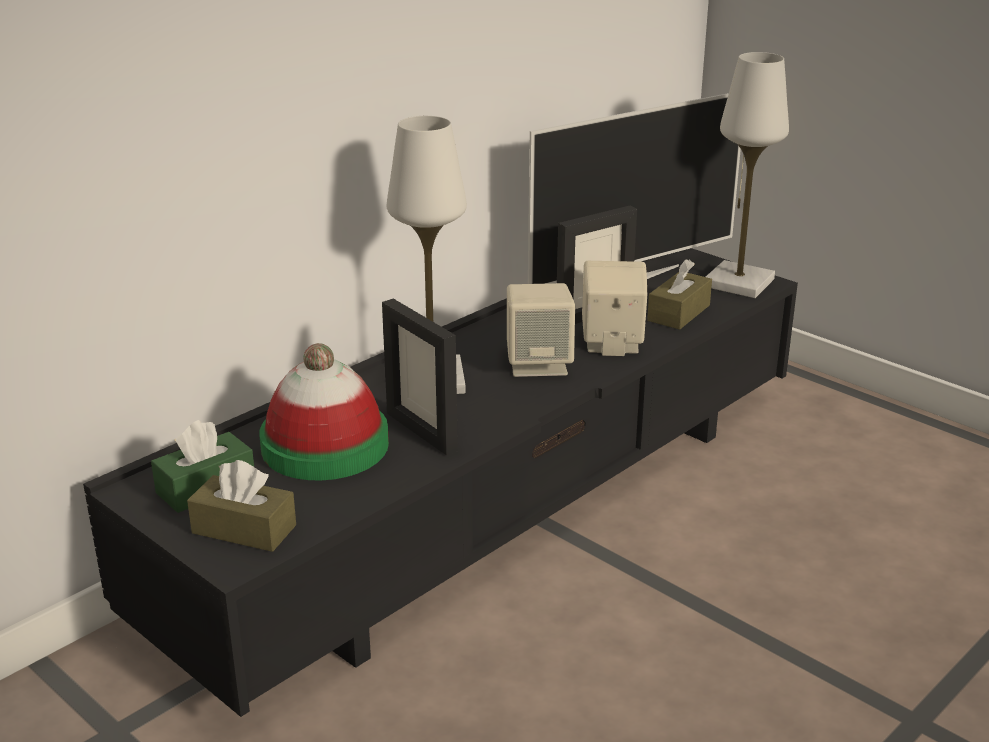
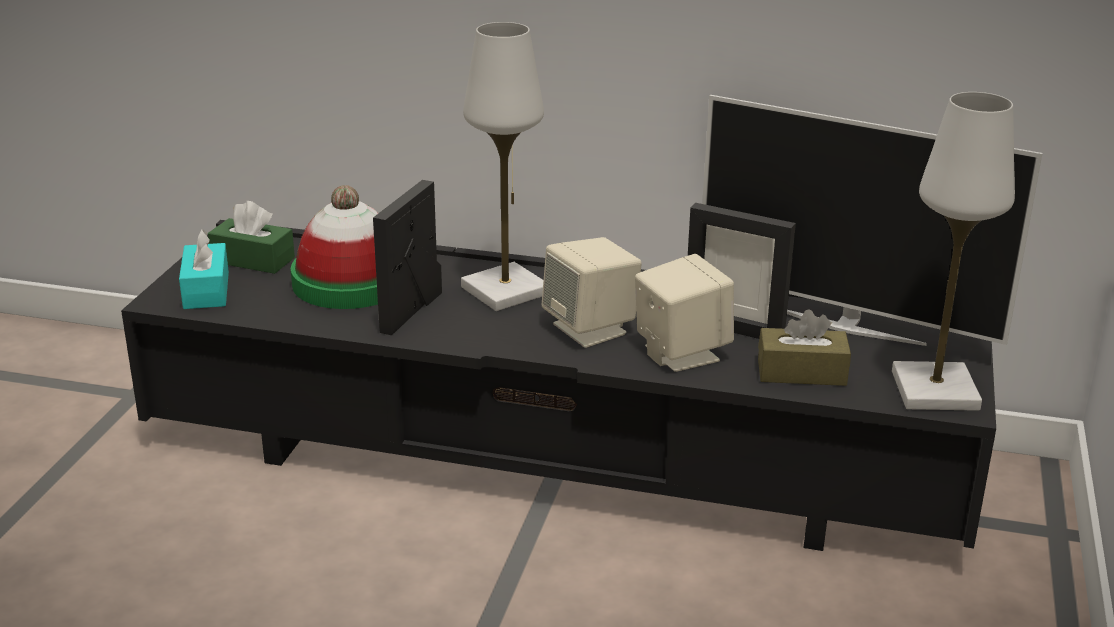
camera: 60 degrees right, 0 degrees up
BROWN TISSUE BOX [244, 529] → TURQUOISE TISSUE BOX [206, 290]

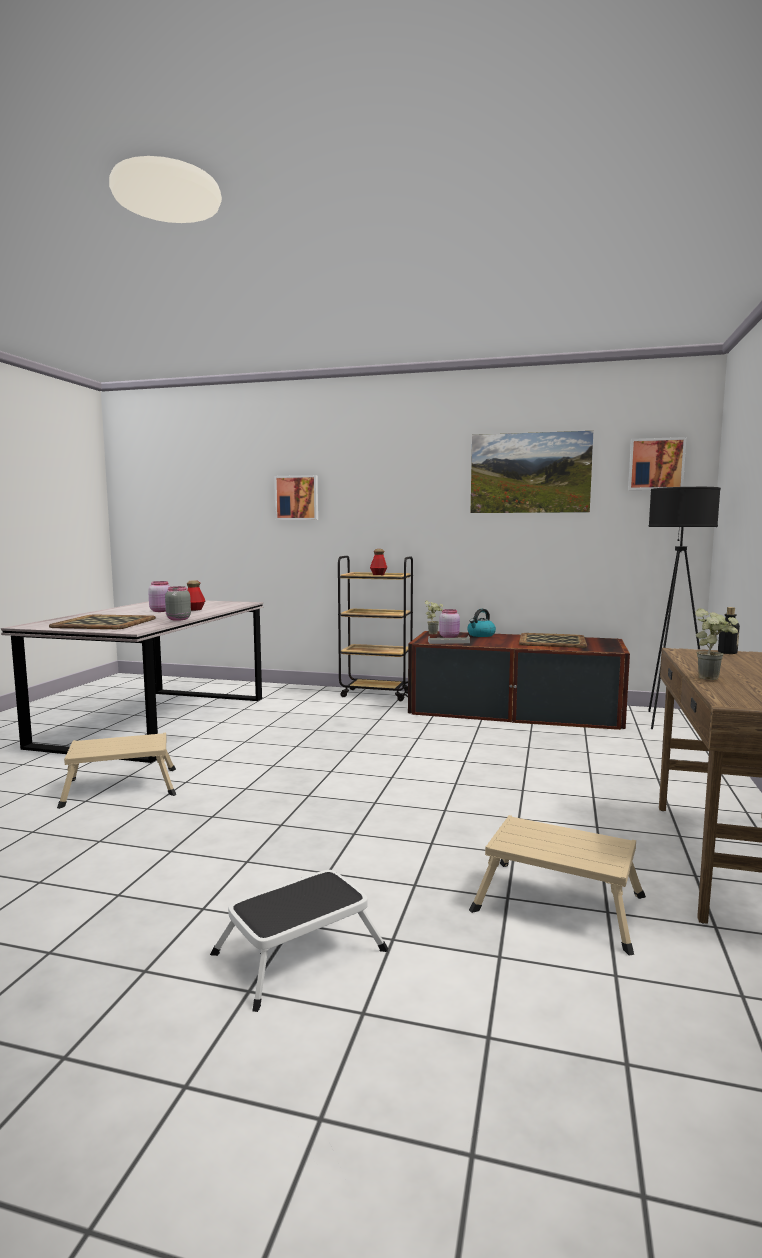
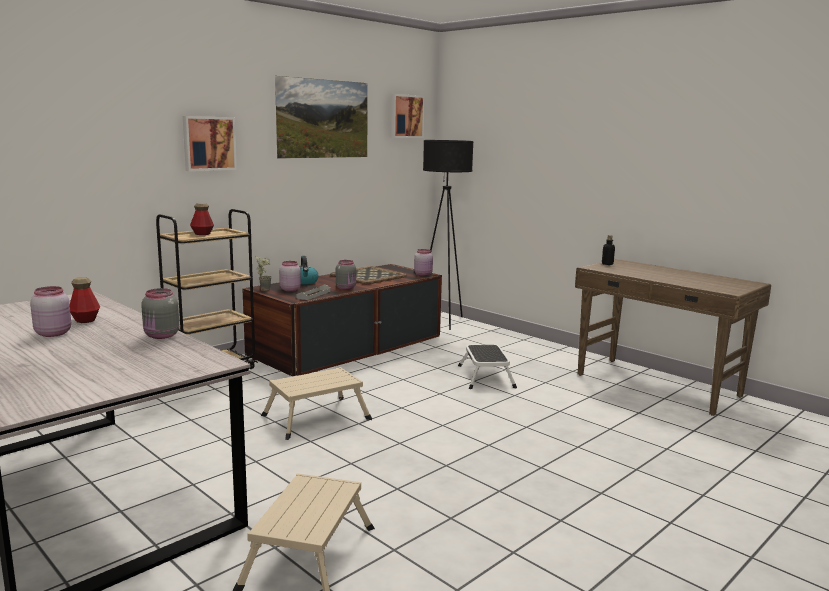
camera: 60 degrees left, 5 degrees up
TRAY [104, 623] → -
BLACK STEP LADDER [299, 951] → BLACK STEP LADDER [485, 376], moved
PICTURE [297, 498] → PICTURE [209, 143], moved
BEIGE STEP LADDER [560, 904] → BEIGE STEP LADDER [317, 417], moved
POTTED PLANT [712, 678] → -
- → GREY JAR [346, 288]
- → PINK JAR [423, 274]

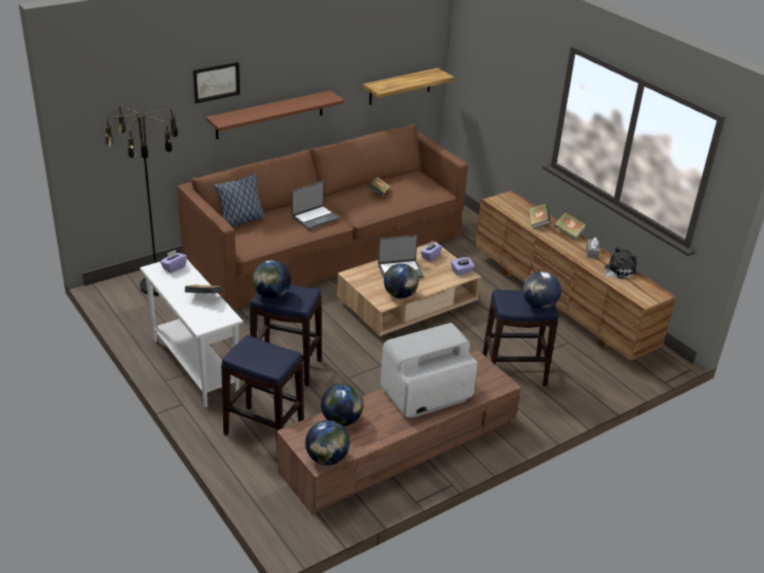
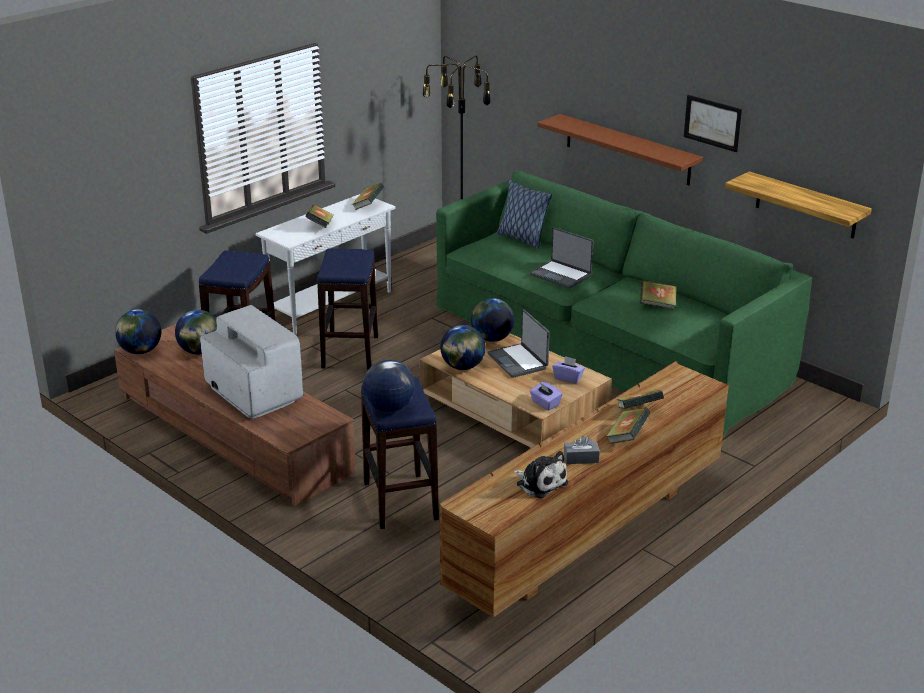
camera: 80 degrees right, 5 degrees down
PURPLE TISSUE BOX [174, 267] → BOOK [368, 206]
BROWN SOFA [326, 248] → GREEN SOFA [607, 342]
PICTURE [216, 82] → PICTURE [712, 123], moved
GLOBE [271, 295] → GLOBE [491, 338], moved

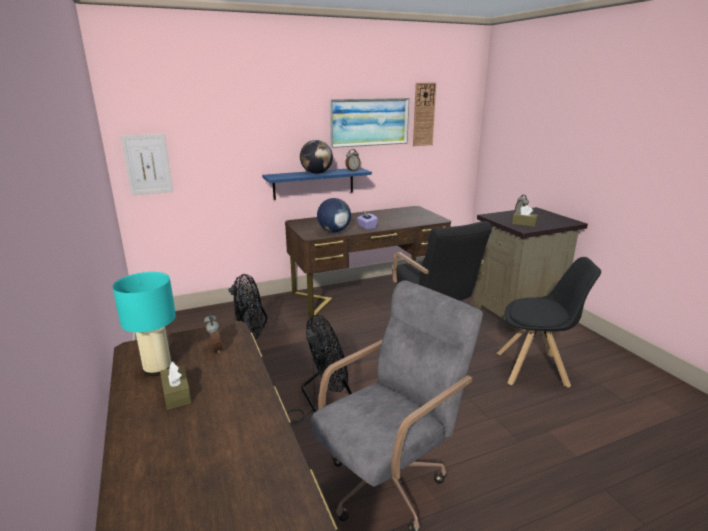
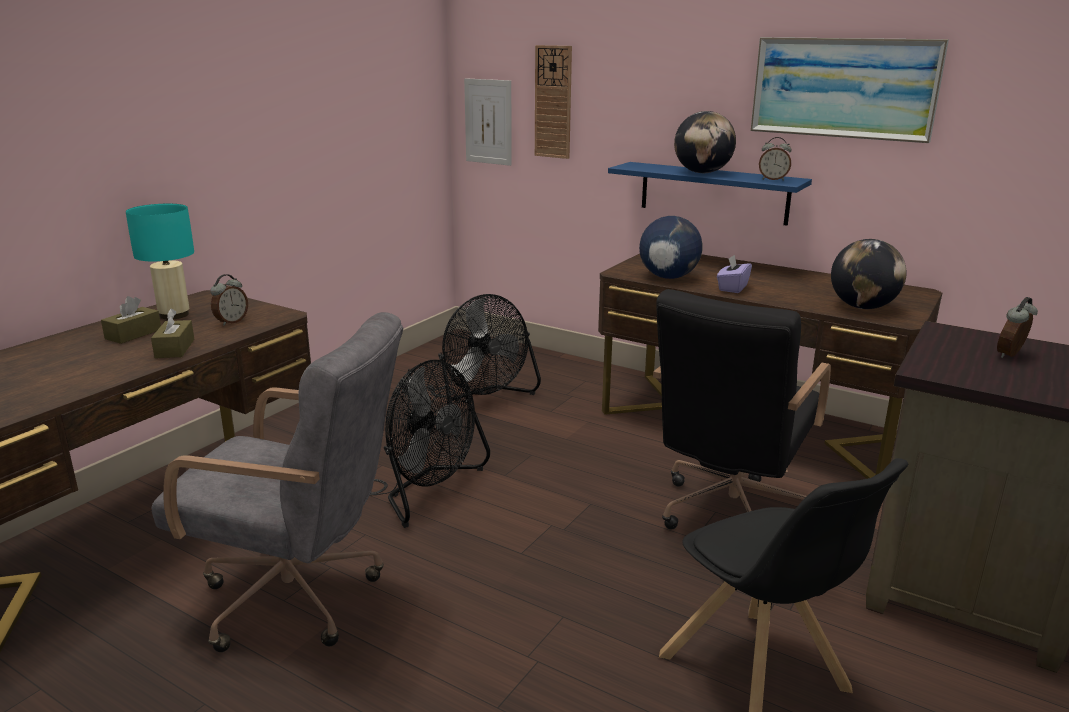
camera: 55 degrees right, 0 degrees up
WALL CLOCK [423, 114] → WALL CLOCK [553, 102], moved
BROWN TISSUE BOX [524, 224] → BROWN TISSUE BOX [175, 348], moved
- → GLOBE [862, 307]

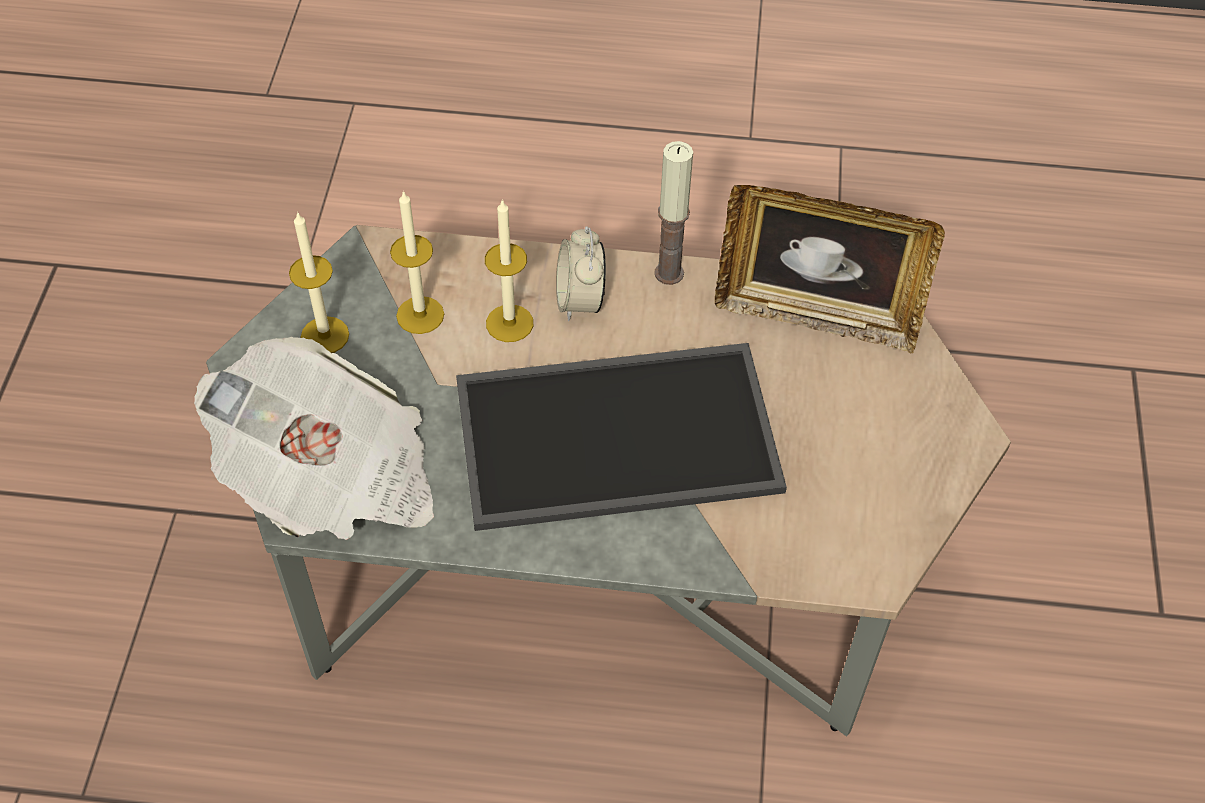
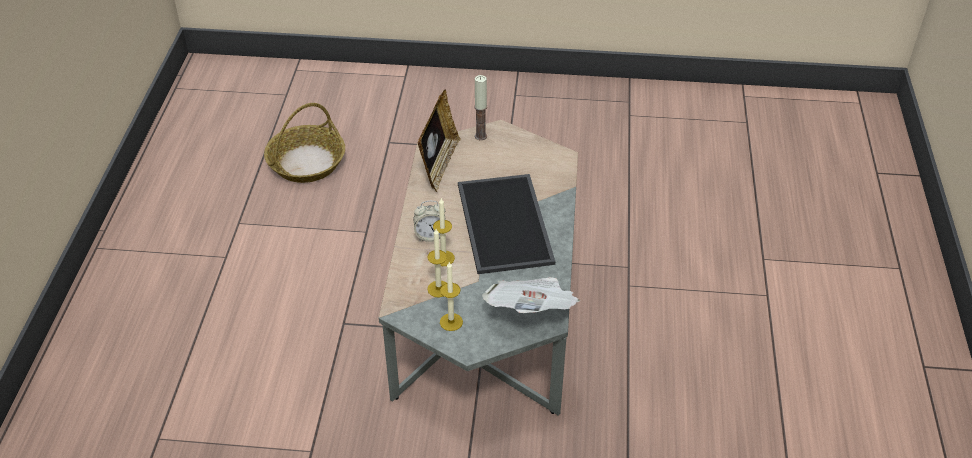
camera: 90 degrees left, 10 degrees down
CANDLE [669, 273] → CANDLE [480, 136], moved
- → BASKET [306, 162]

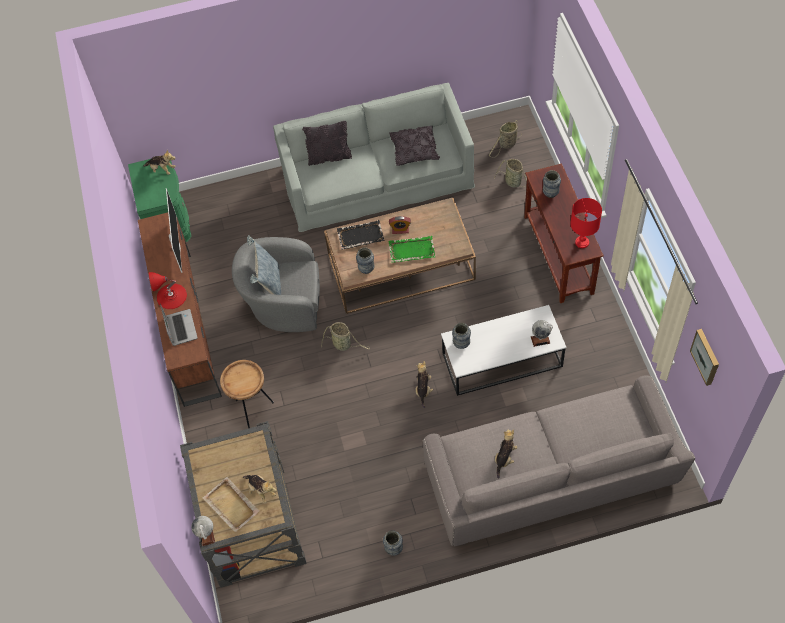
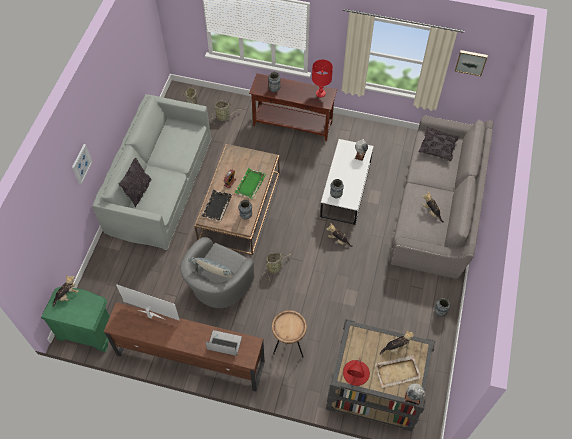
camera: 65 degrees left, 0 degrees up
RED TABLE LAMP [171, 296] → RED TABLE LAMP [356, 373], moved
BLACK PILLOW [414, 150] → BLACK PILLOW [437, 147], moved
- → PICTURE [81, 164]

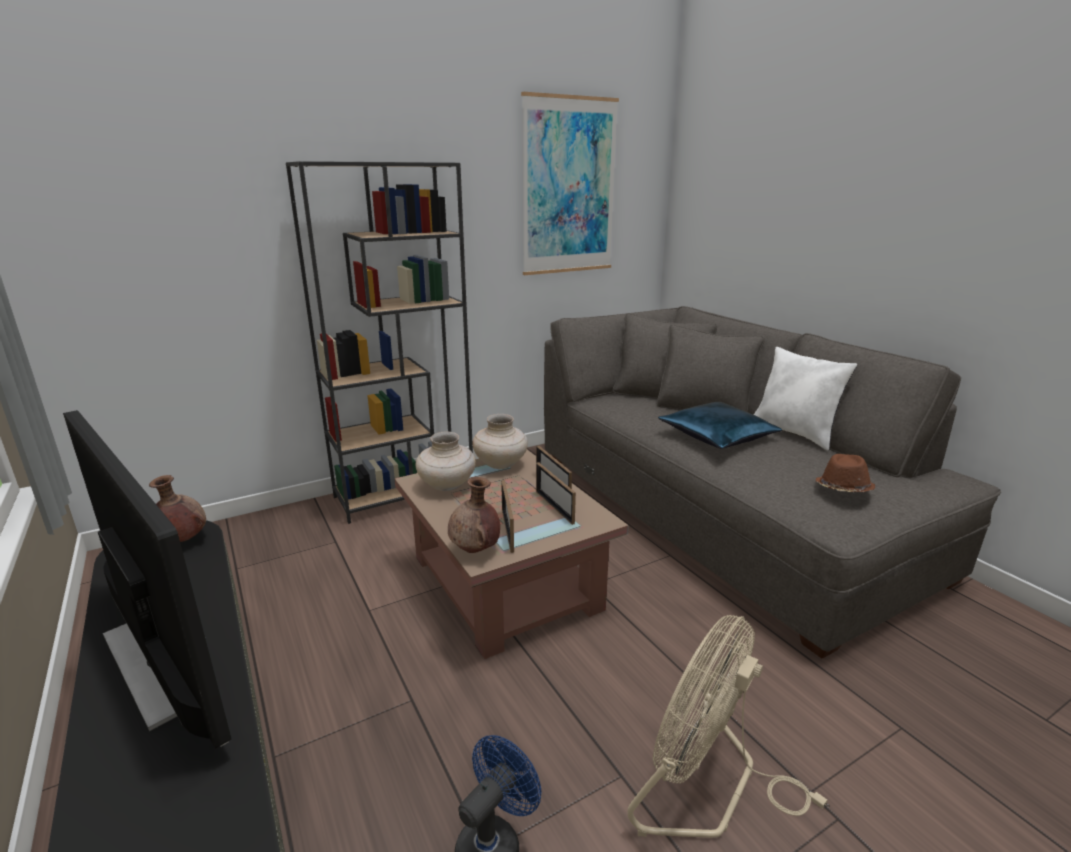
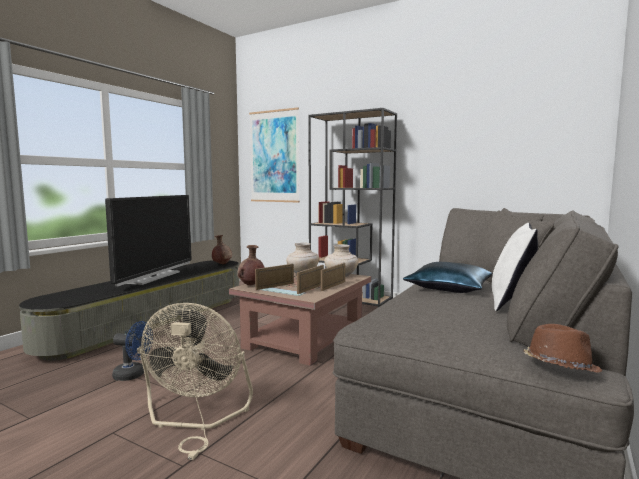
camera: 60 degrees right, 15 degrees down
PICTURE [569, 187] → PICTURE [274, 156], moved
BROWN HAT [843, 489] → BROWN HAT [559, 367], moved

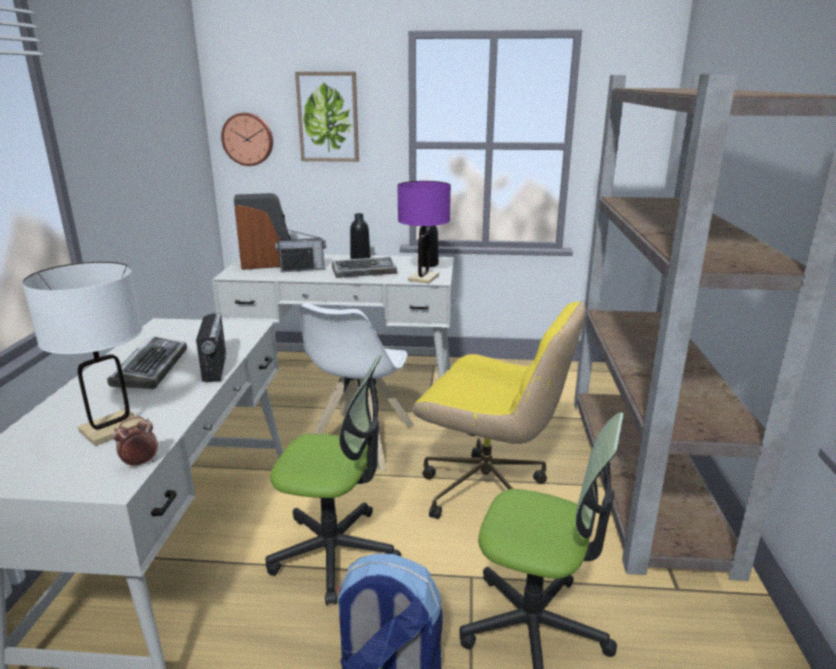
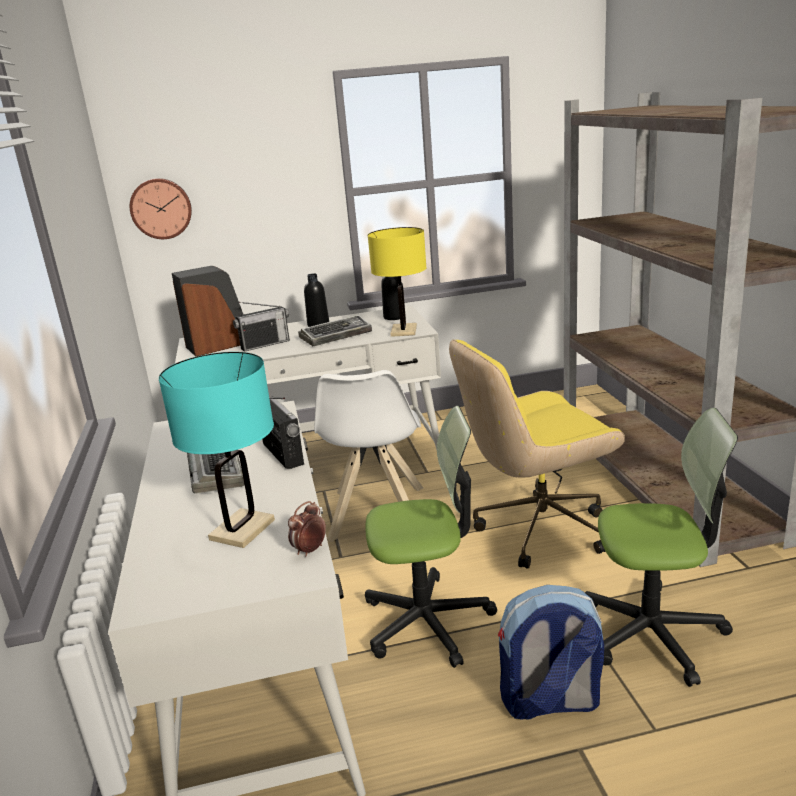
camera: 15 degrees left, 0 degrees up
WHITE TABLE LAMP [112, 428] → TURQUOISE TABLE LAMP [242, 529]
PICTURE [328, 117] → -
PURPLE TABLE LAMP [423, 278] → YELLOW TABLE LAMP [404, 331]
YELLOW OFFICE CHAIR [488, 494] → YELLOW OFFICE CHAIR [538, 532], 150 degrees clockwise

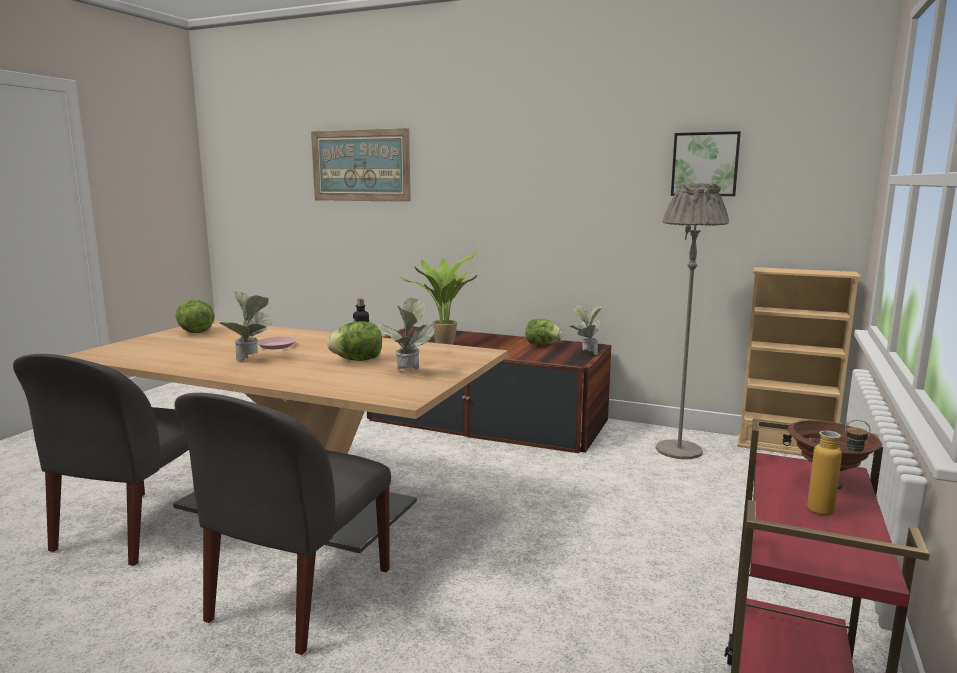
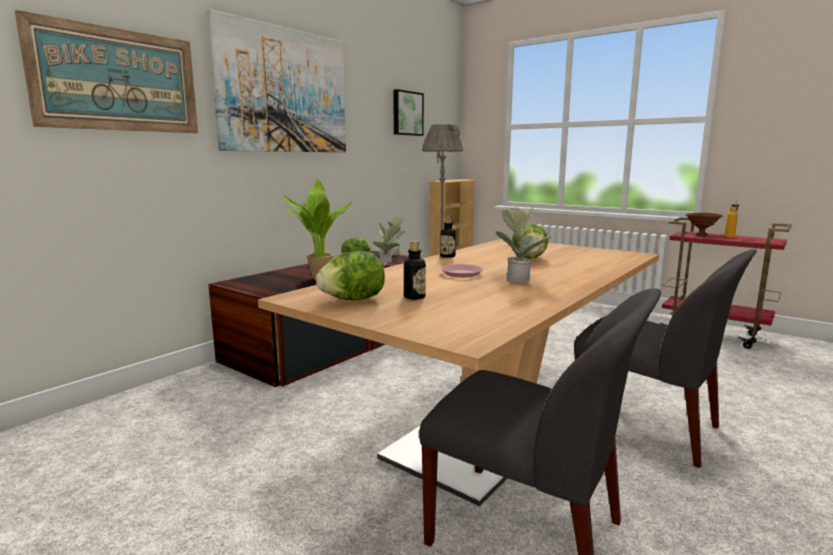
camera: 75 degrees left, 0 degrees up
POTTED PLANT [407, 373] → POTTED PLANT [388, 266], moved
- → PICTURE [284, 91]
- → BOTTLE [414, 297]

